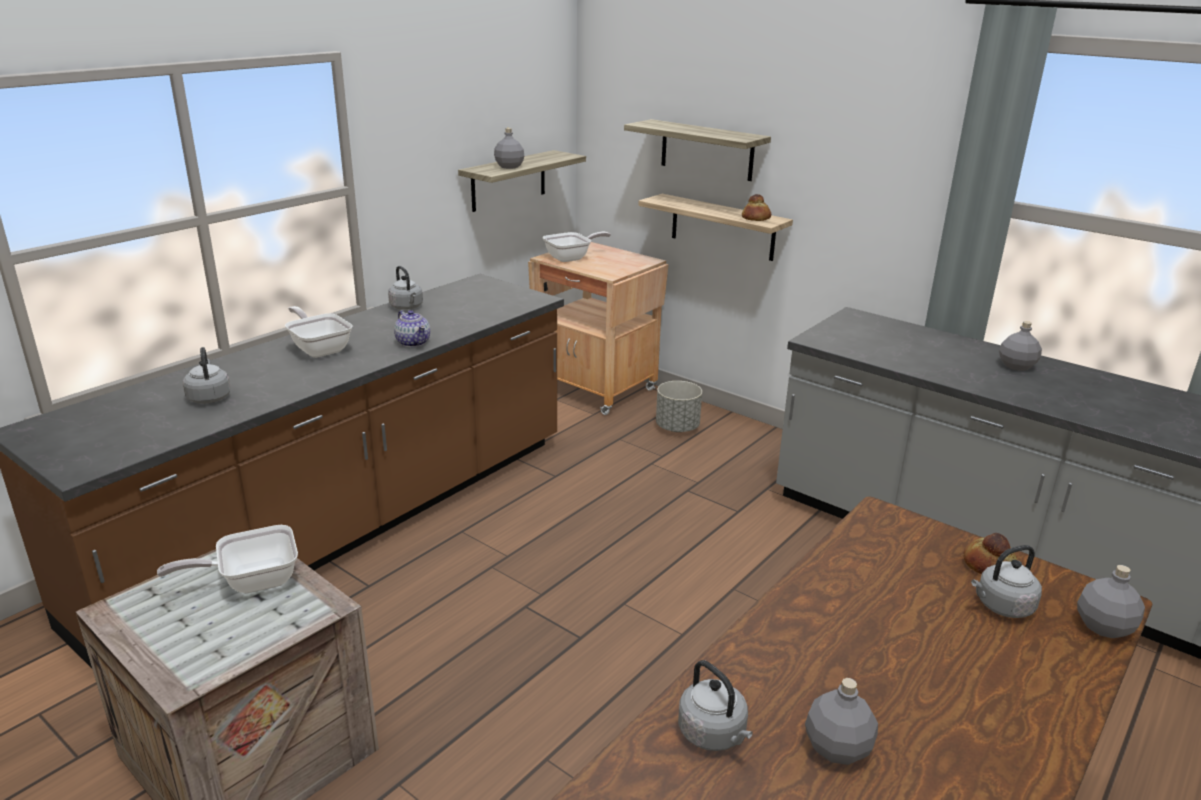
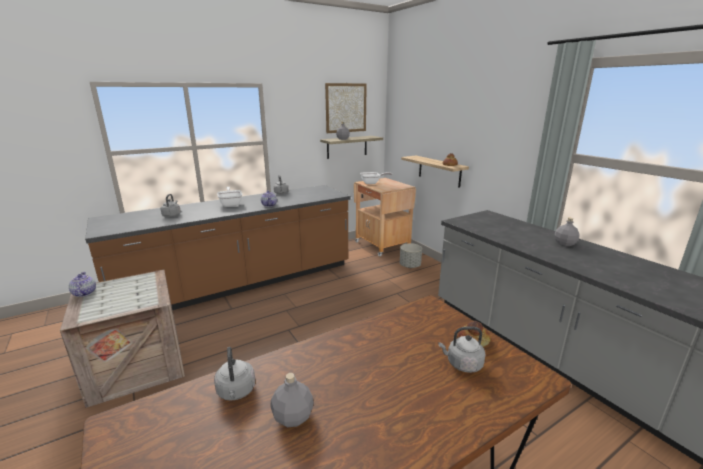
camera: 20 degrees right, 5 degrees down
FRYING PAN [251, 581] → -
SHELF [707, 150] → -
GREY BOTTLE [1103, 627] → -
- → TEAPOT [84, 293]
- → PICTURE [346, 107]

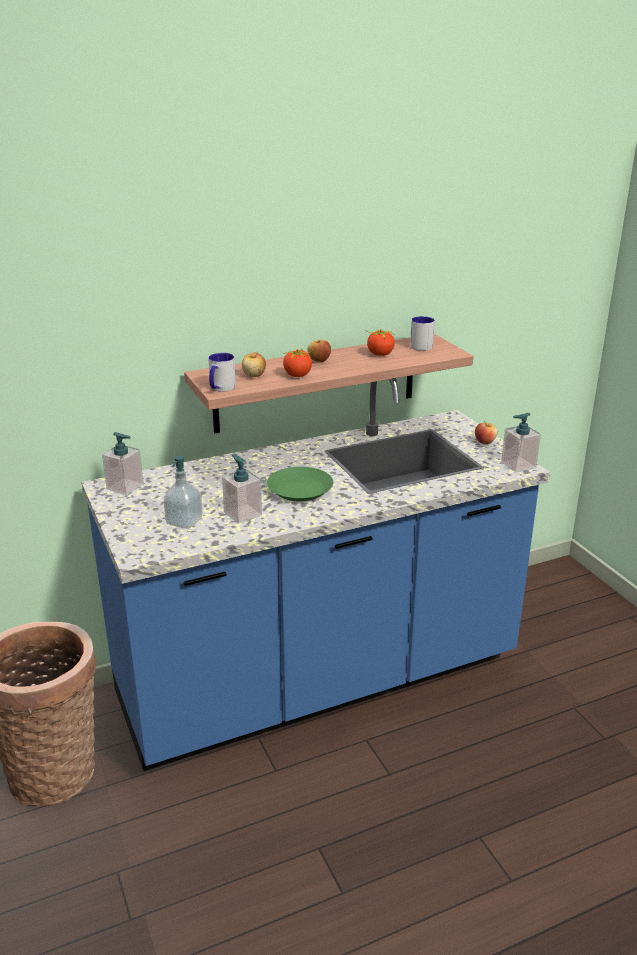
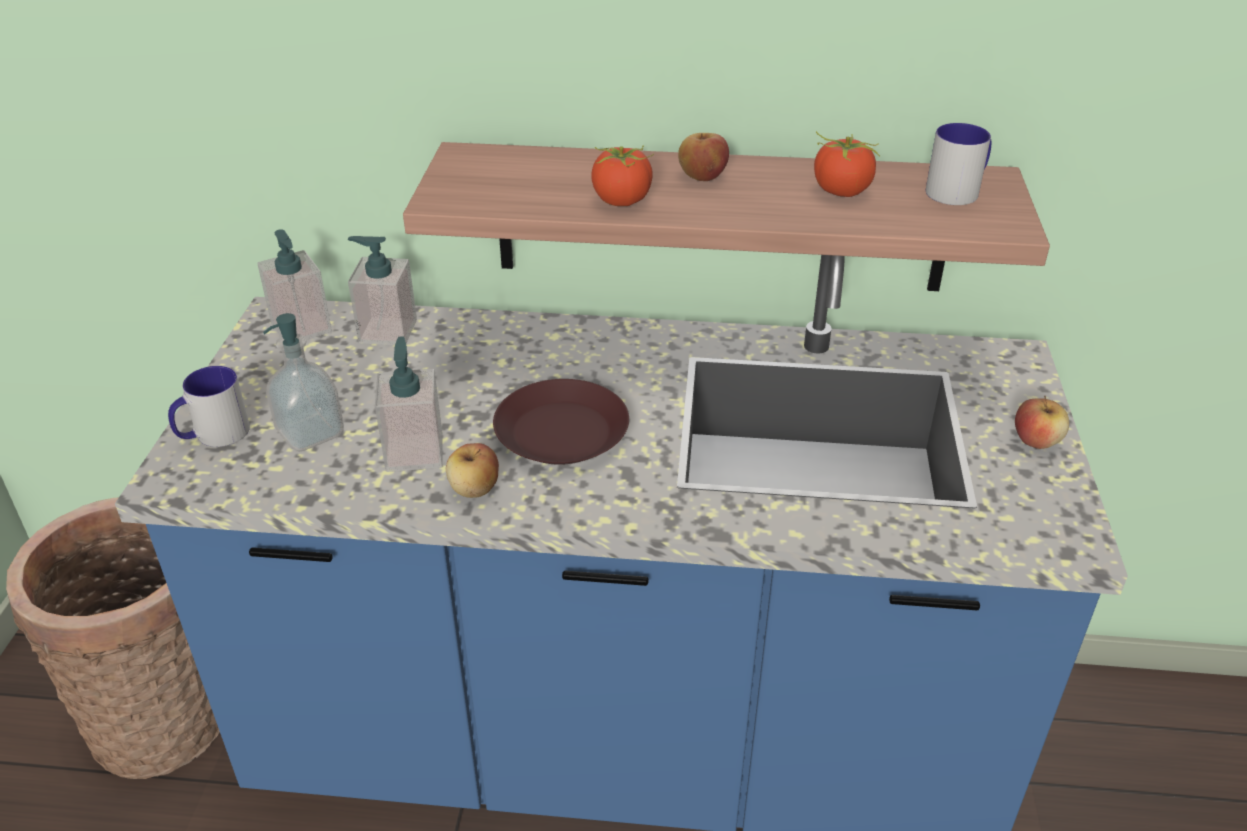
camera: 30 degrees right, 10 degrees up
MUG [220, 388] → MUG [213, 435], moved
APPLE [254, 375] → APPLE [475, 489], moved
GREEN PLATE [300, 489] → BROWN PLATE [562, 432]
SOAP DISPENSER [518, 465] → SOAP DISPENSER [387, 331], moved

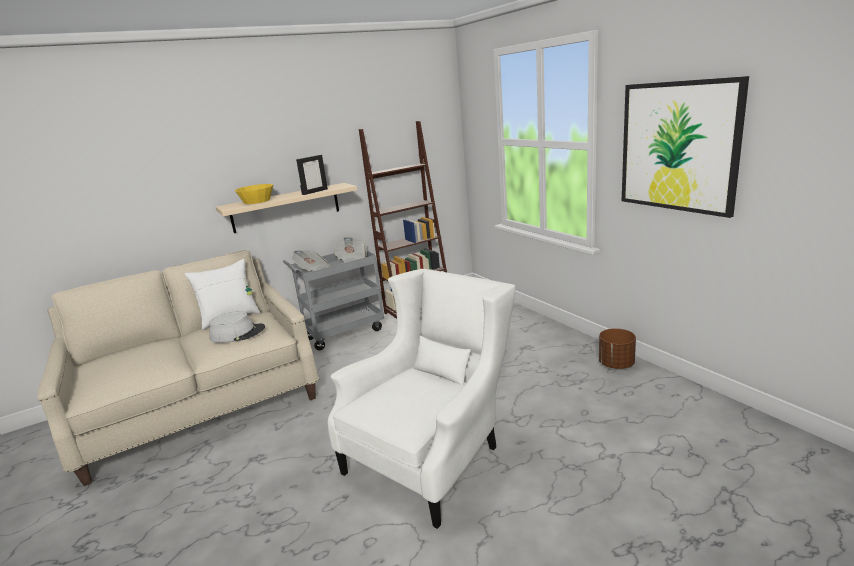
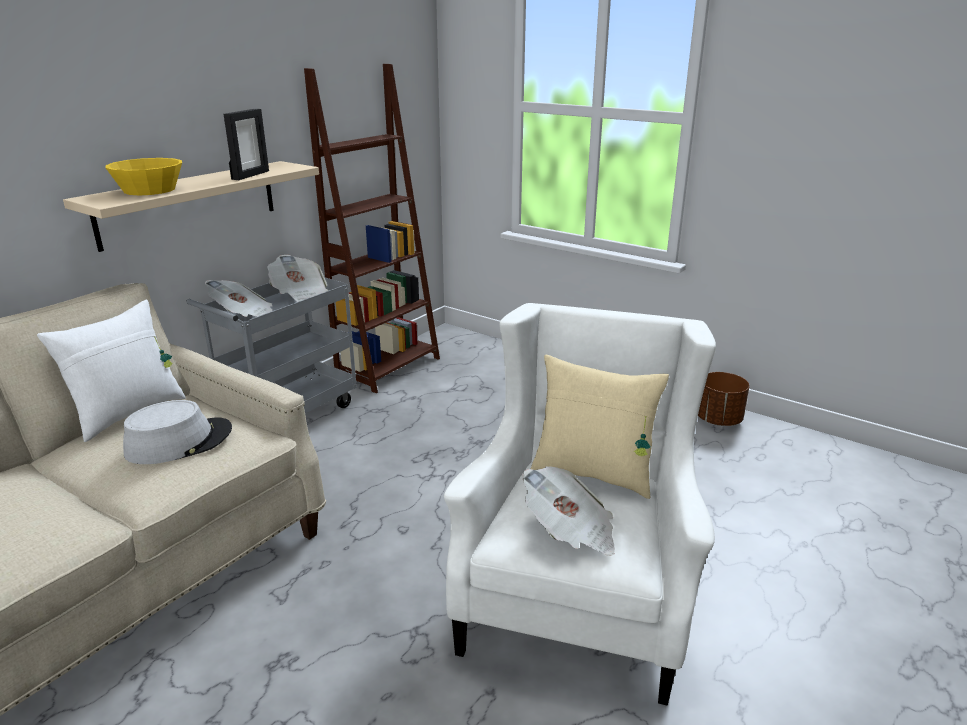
camera: 25 degrees left, 5 degrees up
PICTURE [678, 146] → -
- → NEWSPAPER [570, 532]
- → BEIGE PILLOW [592, 475]

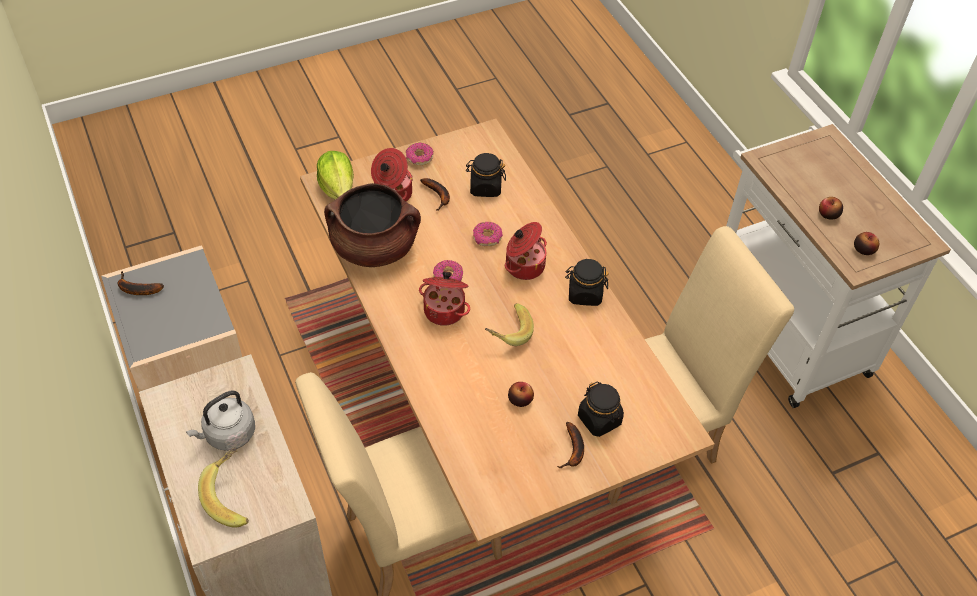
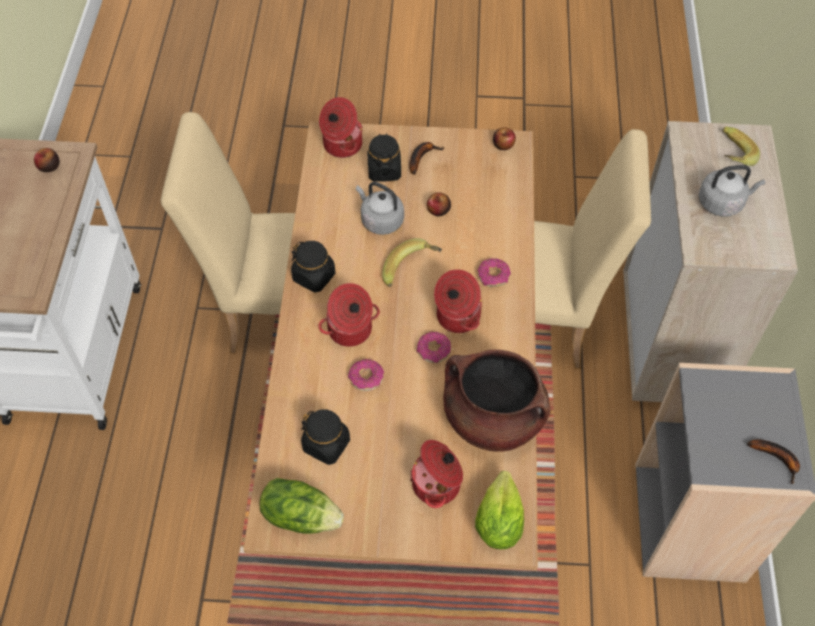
camera: 150 degrees left, 5 degrees up
DONUT [419, 157] → DONUT [493, 276], moved
BANANA [438, 195] → -
APPLE [828, 214] → APPLE [503, 145], moved
- → LETTUCE [301, 515]
- → COOKING POT [341, 145]
- → GREY KETTLE [380, 220]

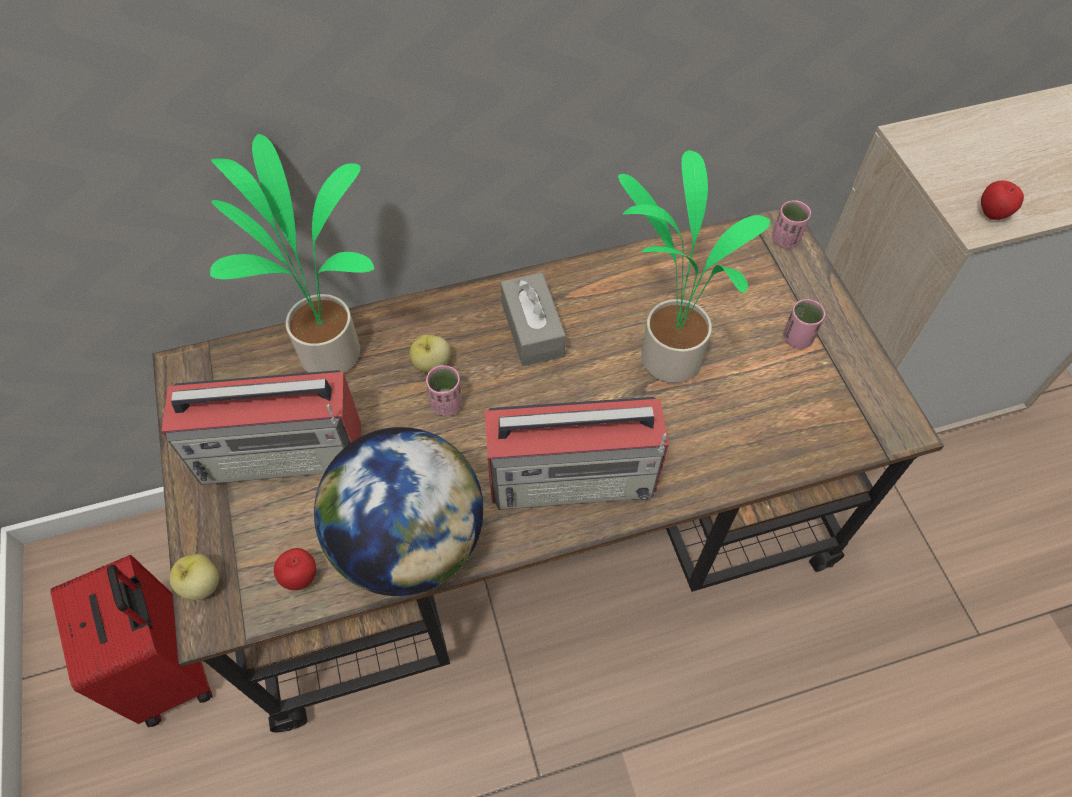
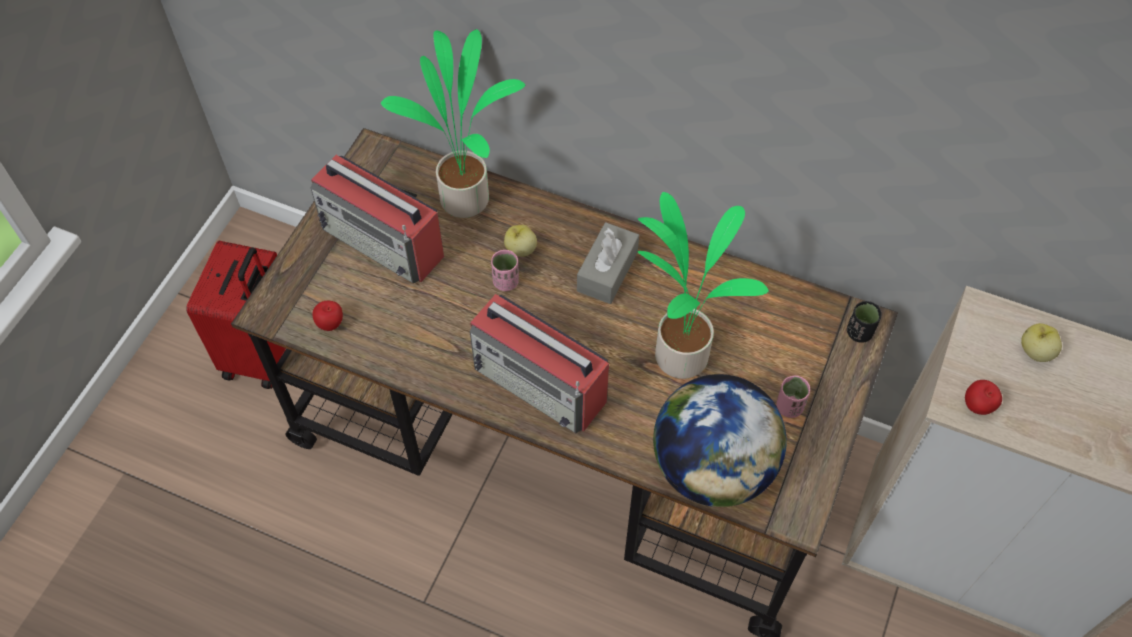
camera: 40 degrees right, 0 degrees up
APPLE [201, 585] → APPLE [1035, 351], moved
GLOBE [410, 542] → GLOBE [712, 467], moved
PINK CUP [785, 240] → BLACK CUP [859, 332]

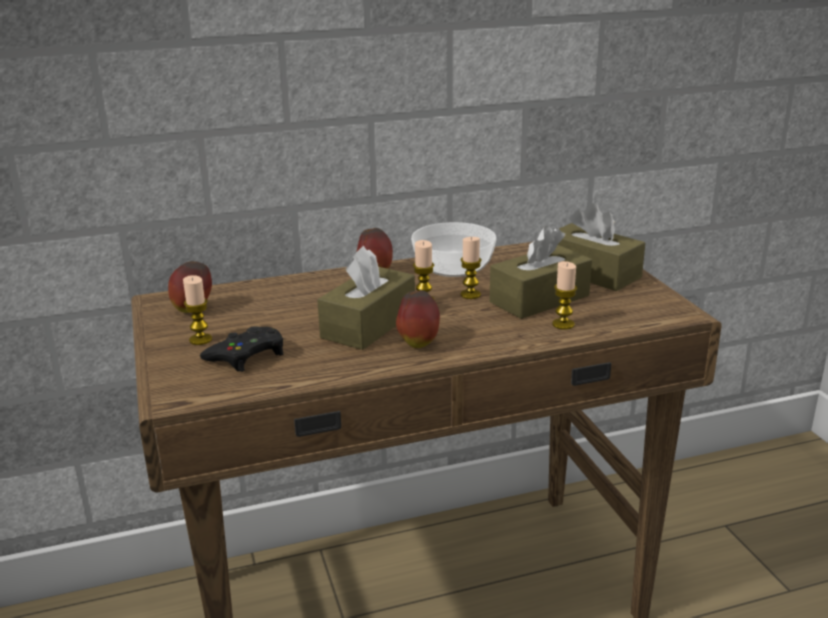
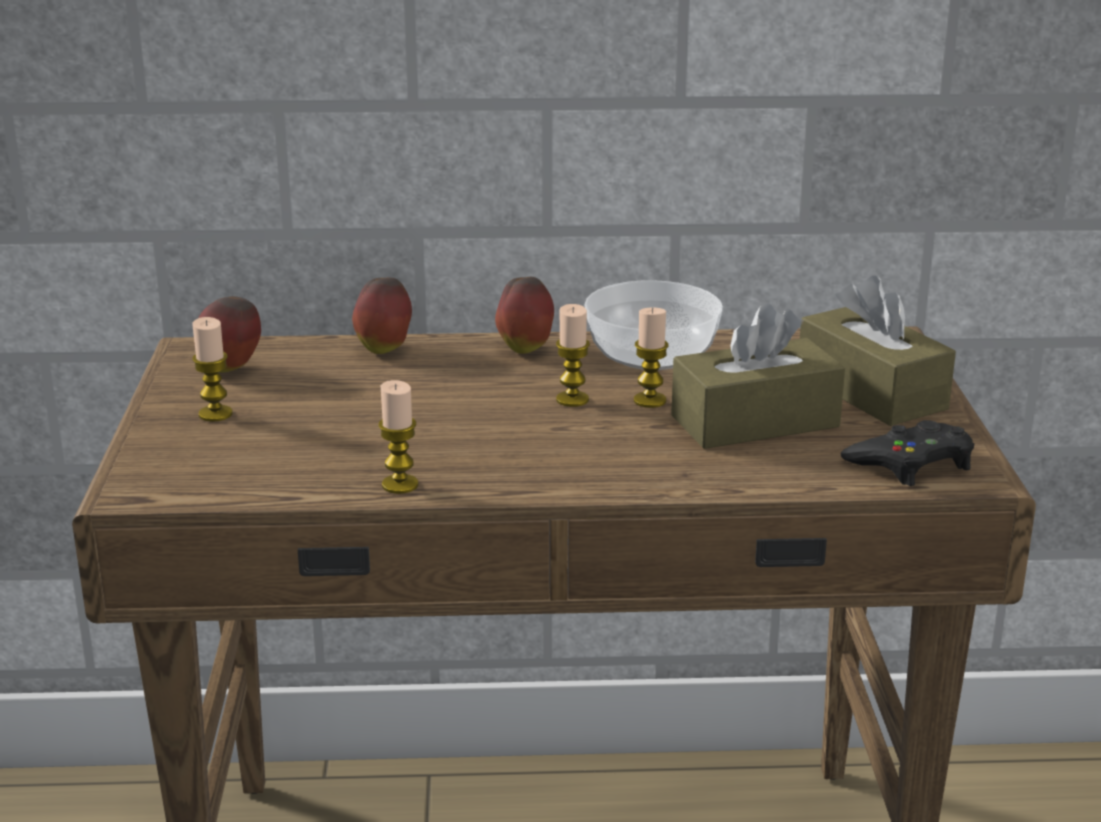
camera: 15 degrees right, 0 degrees up
BLACK GAME CONTROLLER [247, 356] → BLACK GAME CONTROLLER [911, 463], moved
BROWN TISSUE BOX [369, 325] → -
APPLE [418, 343] → APPLE [384, 349], moved
CANDLE [563, 324] → CANDLE [400, 485], moved

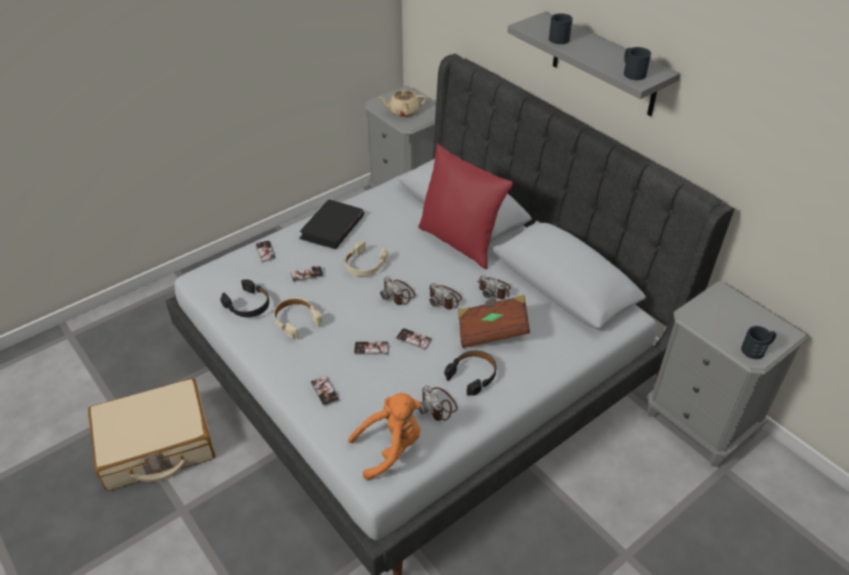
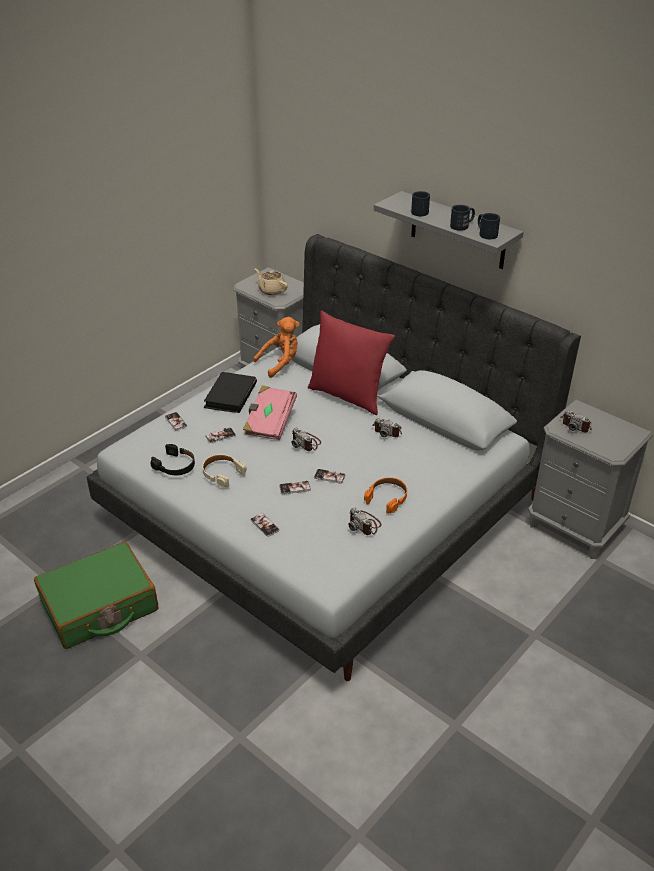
camera: 10 degrees left, 5 degrees down
BEIGE SUITCASE [156, 445] → GREEN SUITCASE [99, 606]
BEIGE HEADPHONES [365, 265] → PINK BOOK [269, 422]
ORANGE PLUSH TOY [390, 448] → ORANGE PLUSH TOY [281, 363], moved
BEIGE TEAPOT [403, 111] → BEIGE TEAPOT [271, 290], 60 degrees clockwise
PHOTO CAMERA [445, 298] → PHOTO CAMERA [576, 424], moved
BLACK HEADPHONES [472, 375] → ORANGE HEADPHONES [387, 498]
BROWN BOOK [492, 331] → -
BLACK MUG [757, 349] → BLACK MUG [462, 225], moved

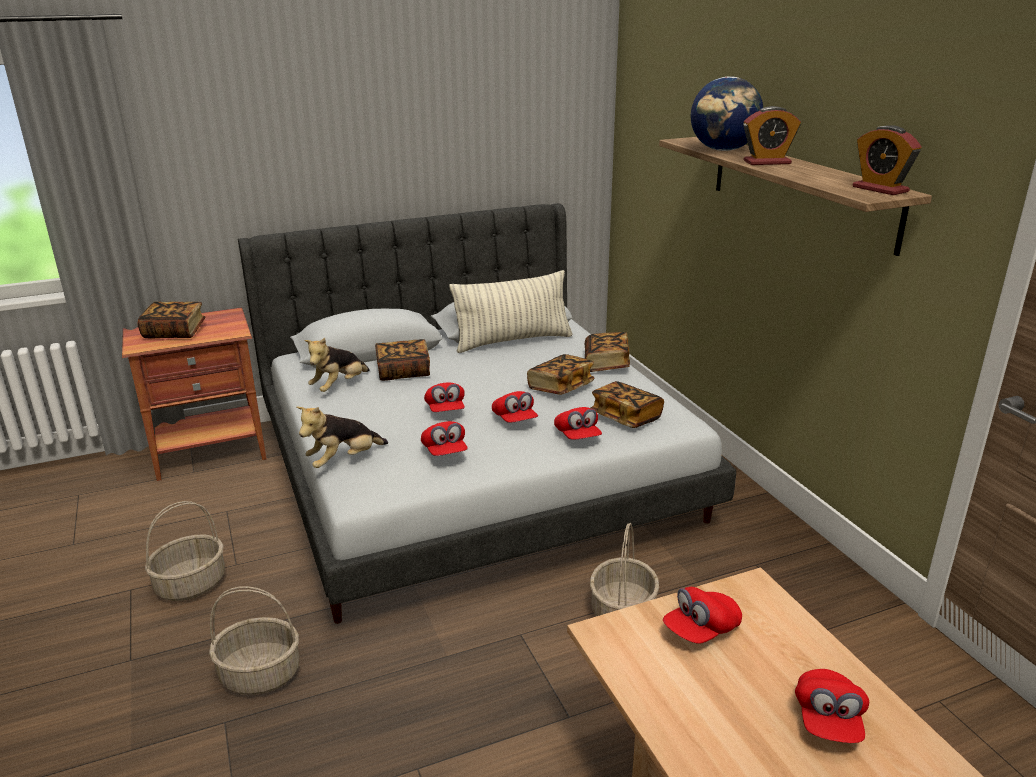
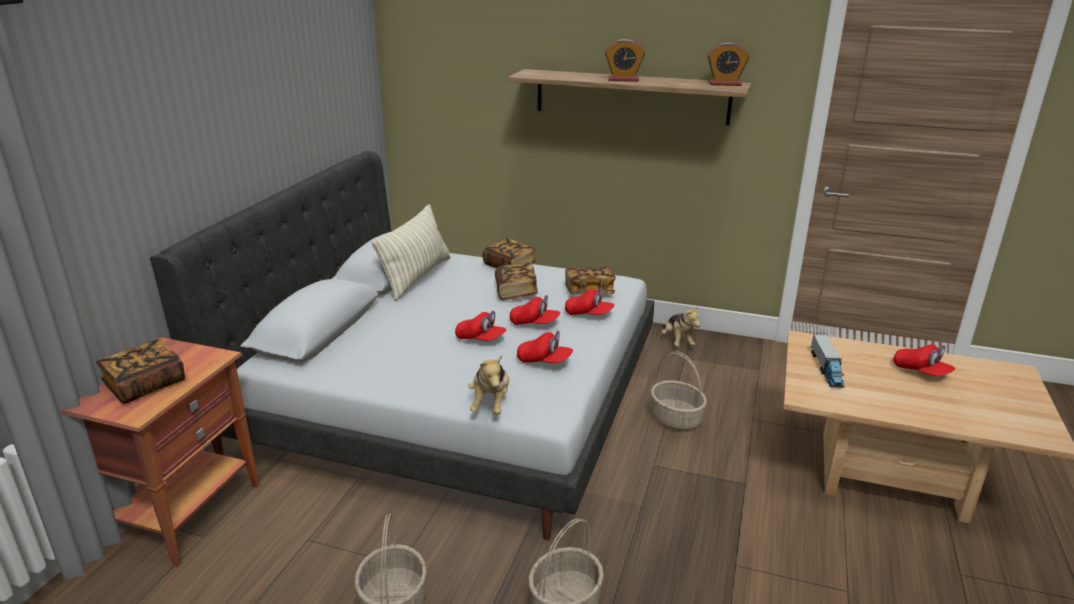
camera: 50 degrees left, 0 degrees up
PLUSH TOY [339, 386] → PLUSH TOY [677, 341], moved
BOOK [403, 372] → -
RED CAP [701, 630] → TOY TRUCK [826, 369]
GLOBE [723, 150] → -
ALARM CLOCK [767, 162] → ALARM CLOCK [623, 80], 60 degrees clockwise

